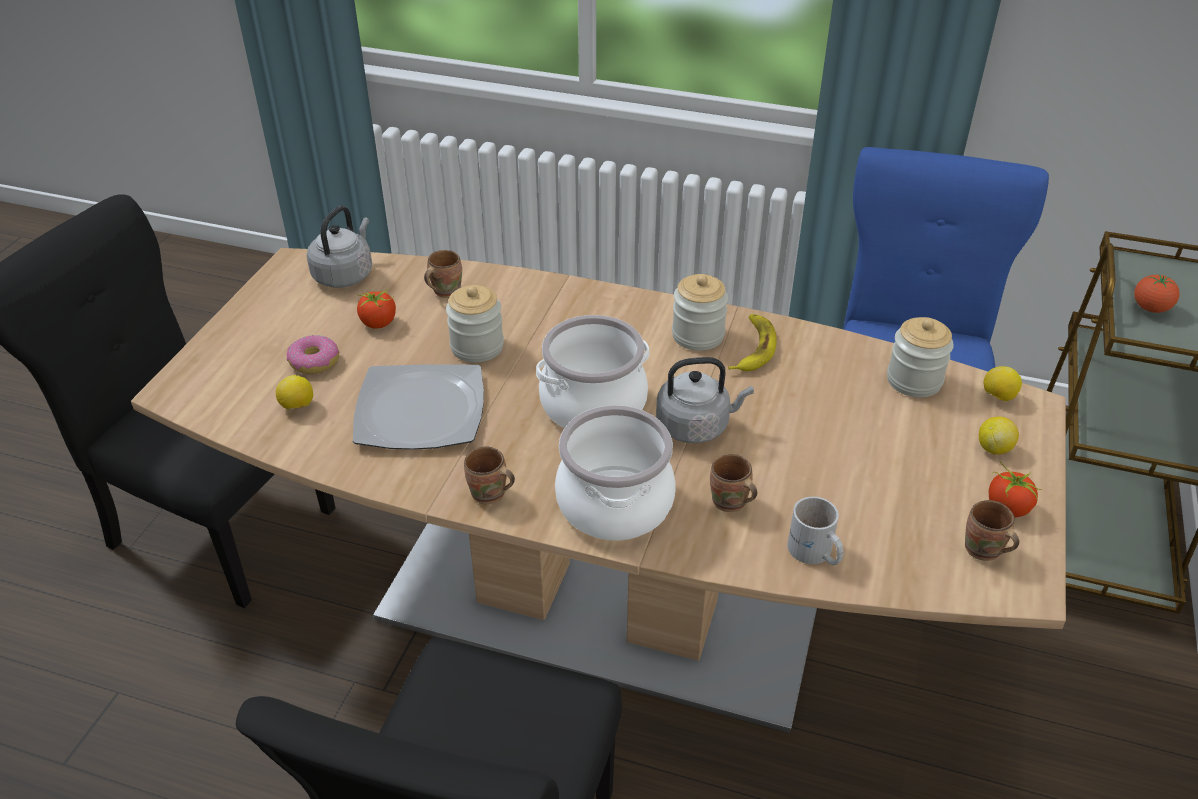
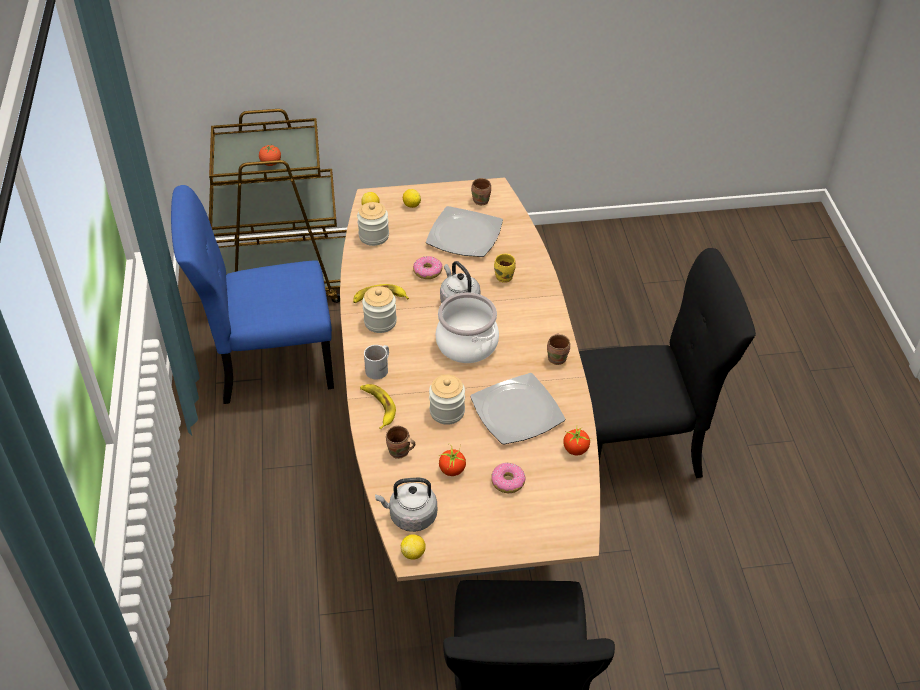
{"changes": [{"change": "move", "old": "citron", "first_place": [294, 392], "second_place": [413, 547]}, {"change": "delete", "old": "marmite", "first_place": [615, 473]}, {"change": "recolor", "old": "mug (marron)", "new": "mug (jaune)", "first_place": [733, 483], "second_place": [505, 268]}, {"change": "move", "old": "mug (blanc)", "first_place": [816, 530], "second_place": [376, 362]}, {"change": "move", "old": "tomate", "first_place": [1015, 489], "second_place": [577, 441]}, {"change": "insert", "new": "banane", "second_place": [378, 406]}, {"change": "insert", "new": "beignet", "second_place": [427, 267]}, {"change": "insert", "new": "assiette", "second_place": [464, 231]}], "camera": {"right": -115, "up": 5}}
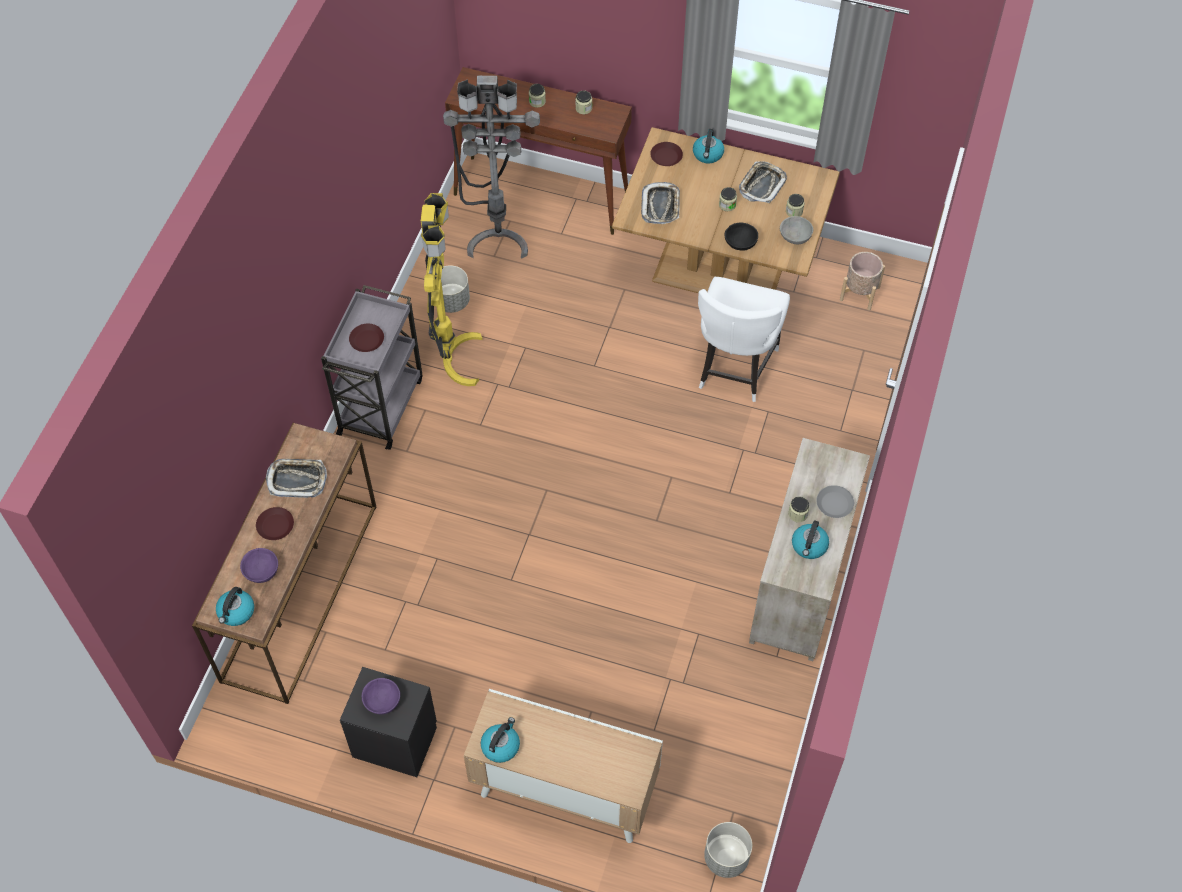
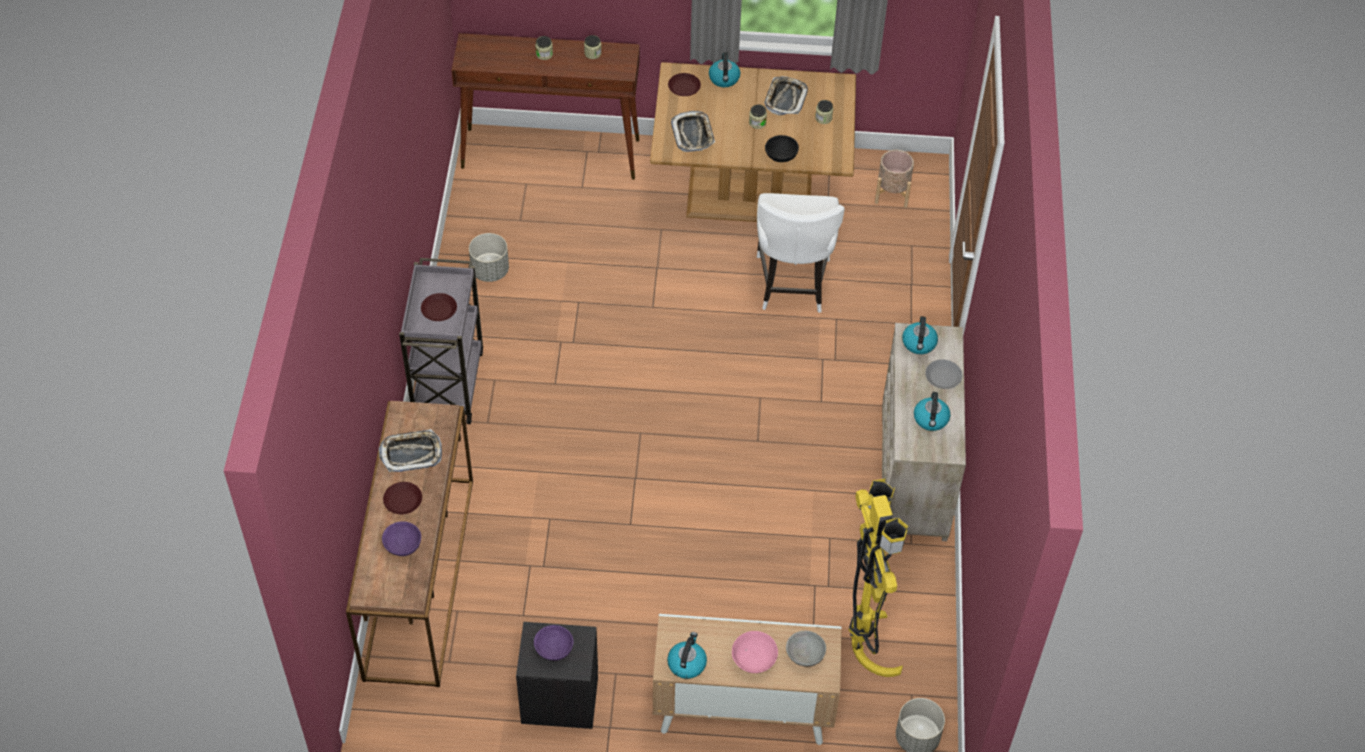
{"changes": [{"change": "move", "old": "bouilloire", "first_place": [235, 606], "second_place": [920, 335]}, {"change": "move", "old": "lampadaire (jaune)", "first_place": [451, 289], "second_place": [878, 577]}, {"change": "delete", "old": "lampadaire (gris)", "first_place": [491, 167]}, {"change": "move", "old": "bol (gris)", "first_place": [796, 230], "second_place": [806, 649]}, {"change": "delete", "old": "bocal", "first_place": [799, 509]}, {"change": "insert", "new": "bol (rose)", "second_place": [755, 652]}], "camera": {"right": -15, "up": -5}}
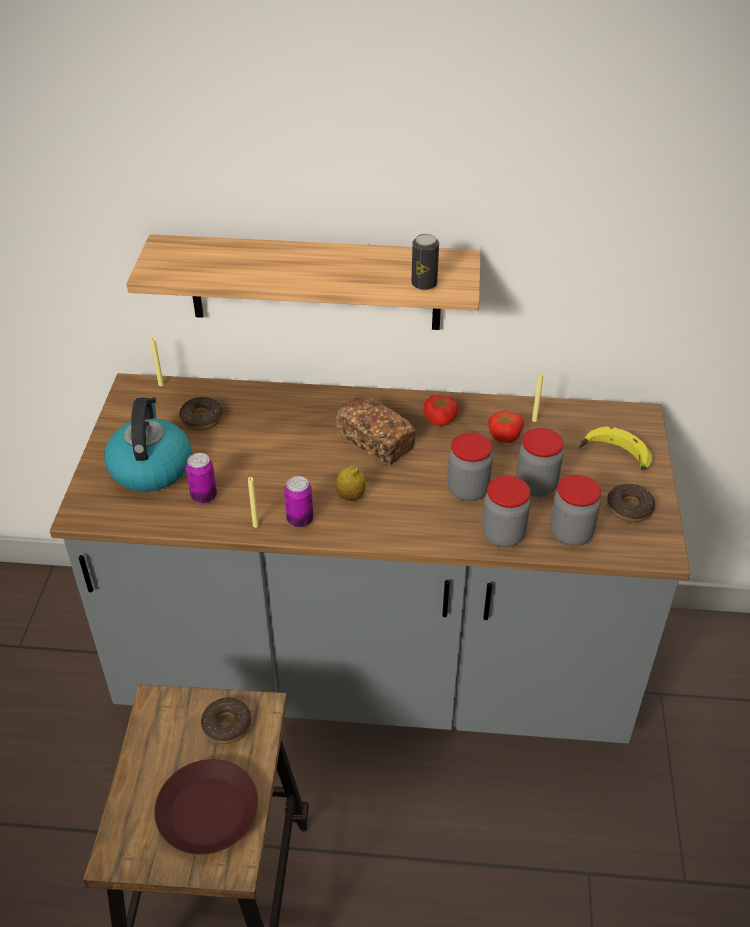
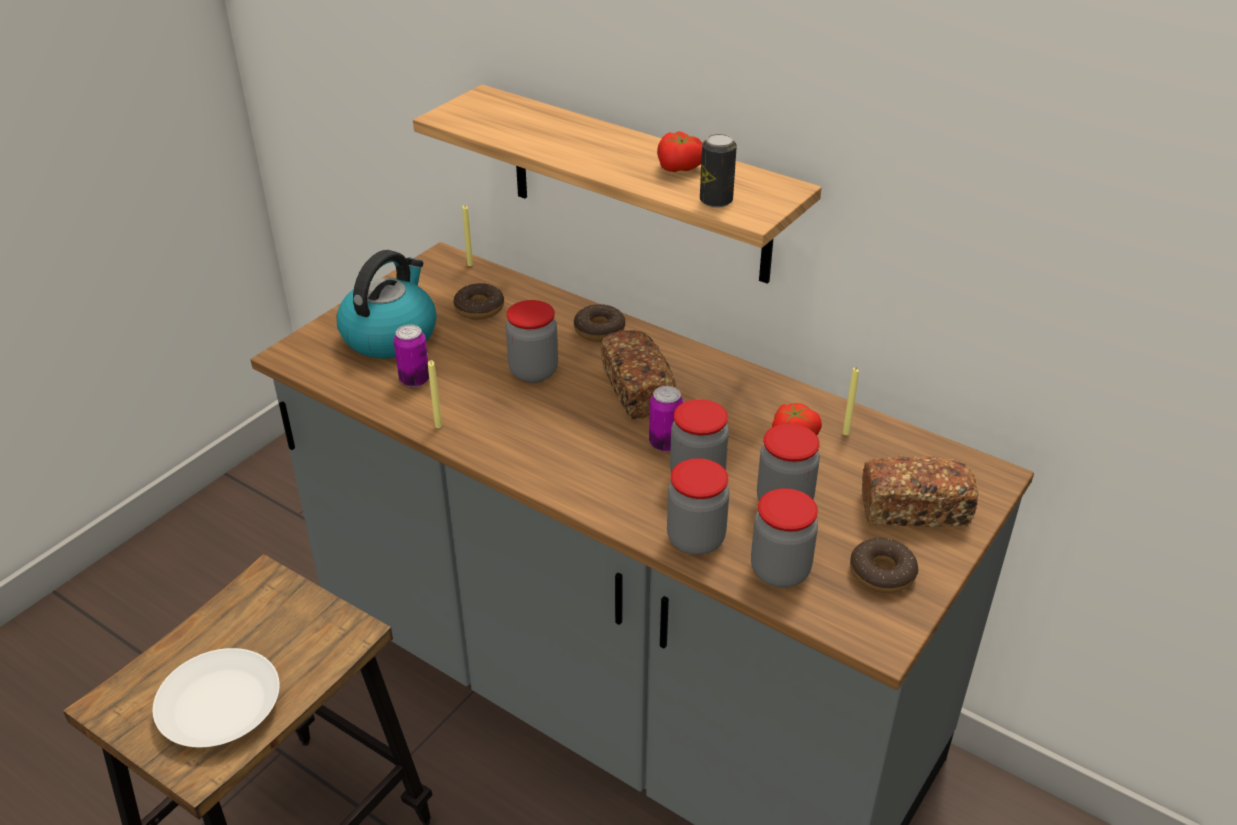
{"changes": [{"change": "recolor", "old": "assiette (marron)", "new": "assiette (blanc)", "first_place": [206, 807], "second_place": [216, 697]}, {"change": "move", "old": "beignet", "first_place": [226, 721], "second_place": [599, 323]}, {"change": "move", "old": "boîte métallique", "first_place": [298, 501], "second_place": [666, 419]}, {"change": "delete", "old": "citron", "first_place": [350, 483]}, {"change": "move", "old": "tomate", "first_place": [441, 410], "second_place": [679, 151]}, {"change": "replace", "old": "banane", "new": "pain", "first_place": [615, 448], "second_place": [920, 491]}, {"change": "insert", "new": "bocal", "second_place": [532, 341]}], "camera": {"right": 30, "up": -5}}
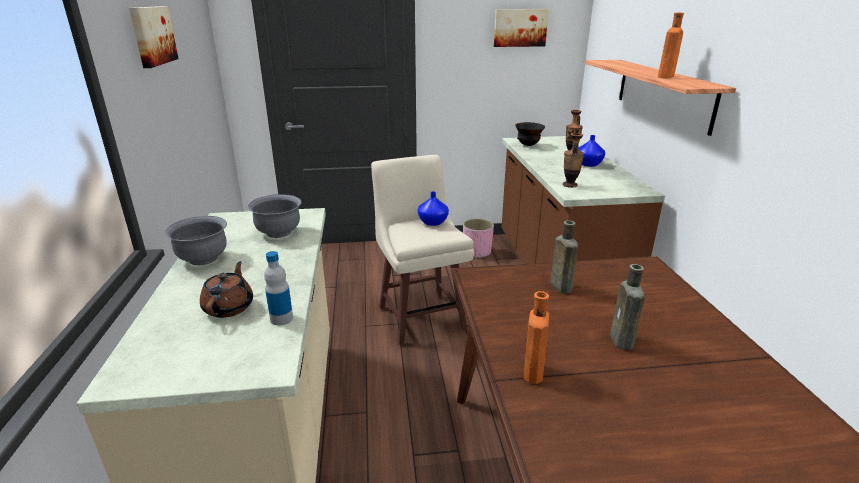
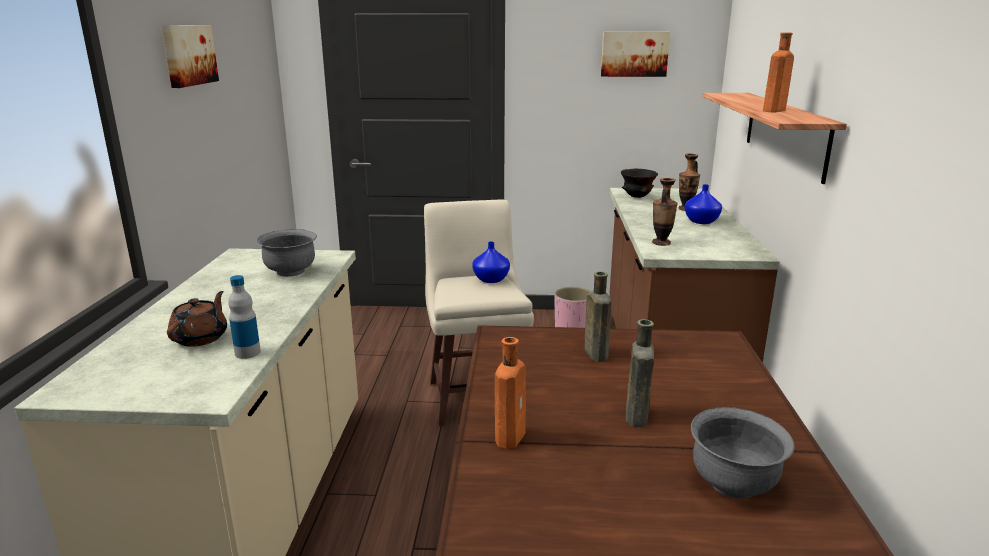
{"changes": [{"change": "move", "old": "bol (gris)", "first_place": [195, 240], "second_place": [743, 453]}], "camera": {"right": 10, "up": -5}}
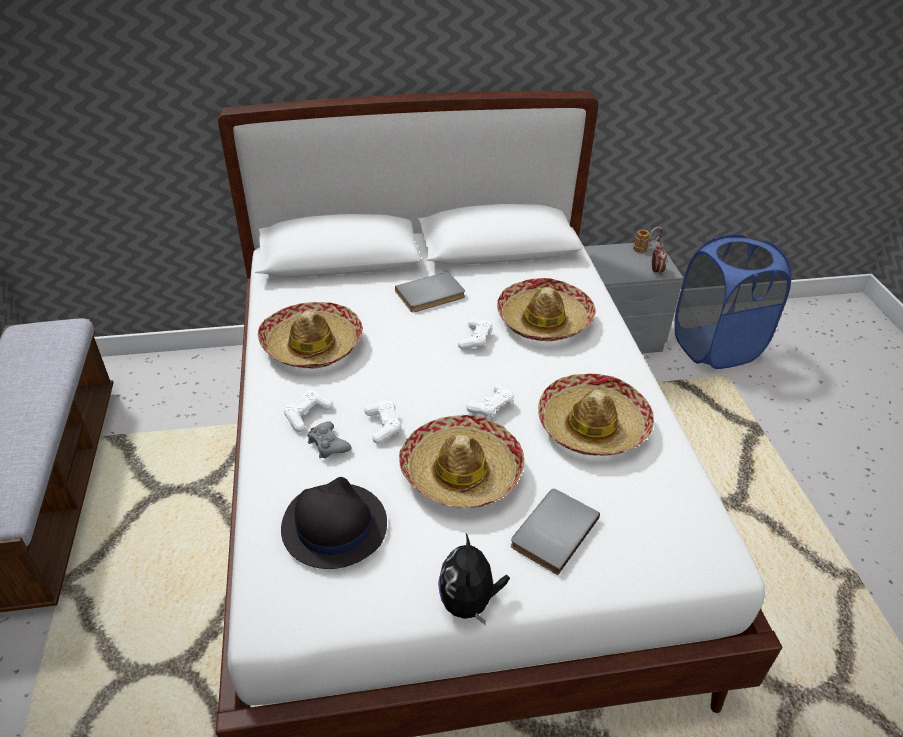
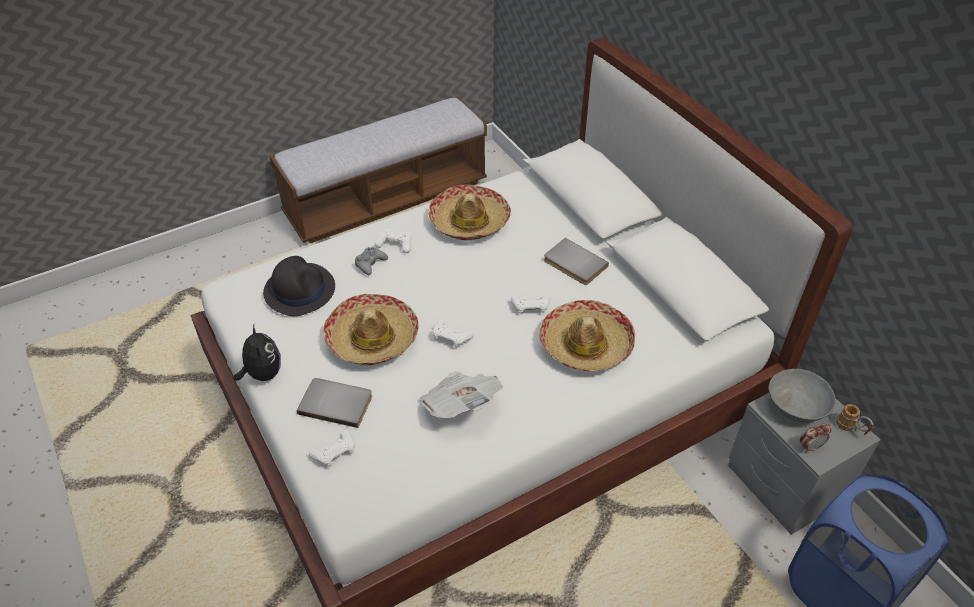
{"changes": [{"change": "move", "old": "manette (blanc)", "first_place": [383, 422], "second_place": [332, 448]}, {"change": "rotate", "old": "peluche", "first_place": [474, 579], "second_place": [257, 353], "degrees": 90}, {"change": "replace", "old": "chapeau", "new": "journal", "first_place": [596, 415], "second_place": [462, 394]}, {"change": "insert", "new": "bol (gris)", "second_place": [802, 395]}], "camera": {"right": 70, "up": 5}}
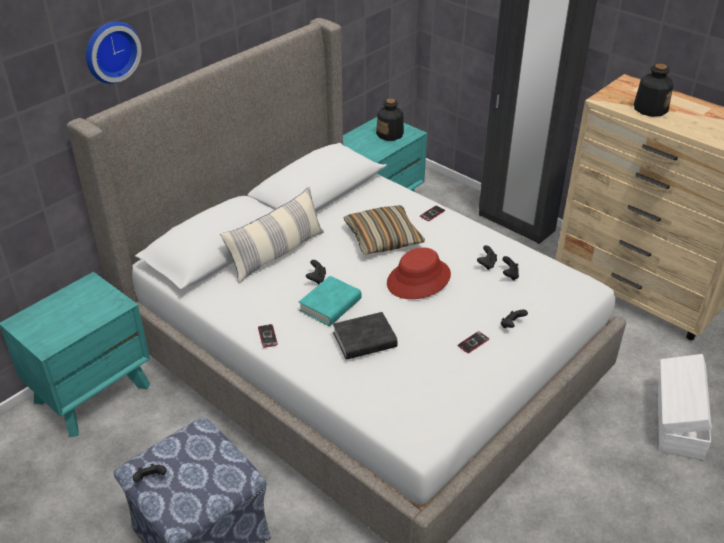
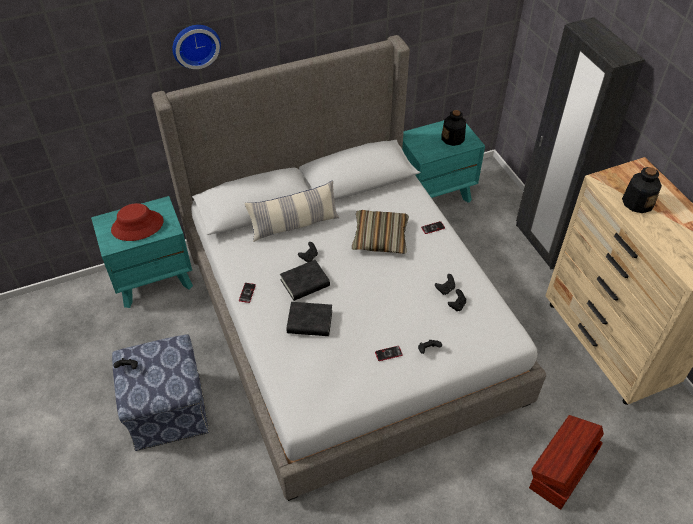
{"changes": [{"change": "recolor", "old": "livre (turquoise)", "new": "livre (noir)", "first_place": [330, 301], "second_place": [305, 280]}, {"change": "move", "old": "chapeau (rouge)", "first_place": [419, 273], "second_place": [137, 222]}, {"change": "recolor", "old": "boîte de rangement (blanc)", "new": "boîte de rangement (marron)", "first_place": [685, 407], "second_place": [566, 462]}], "camera": {"right": 25, "up": 10}}
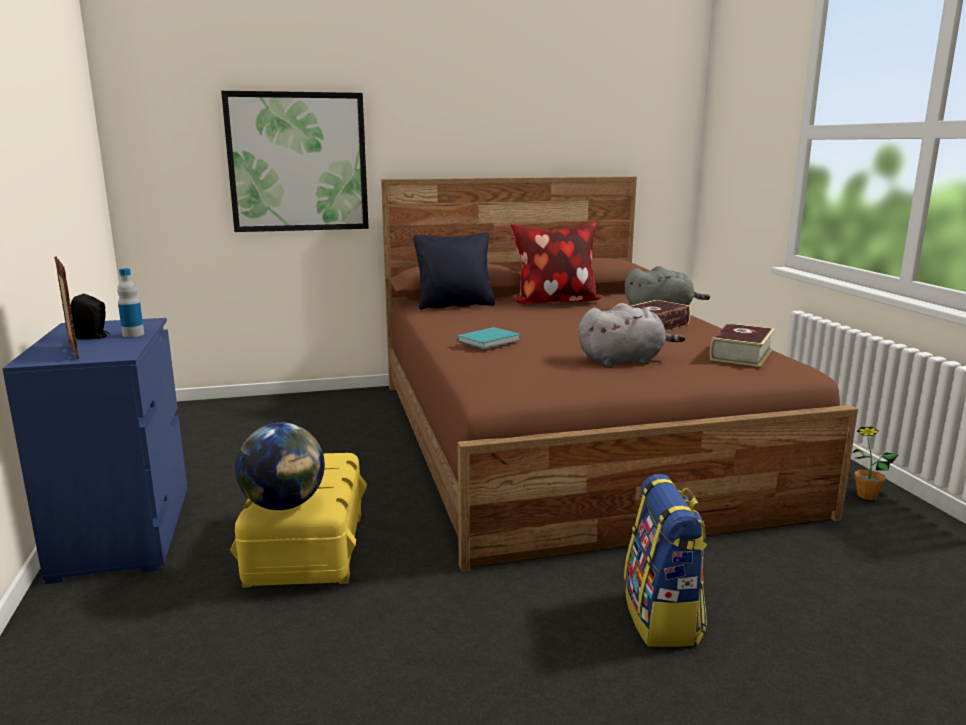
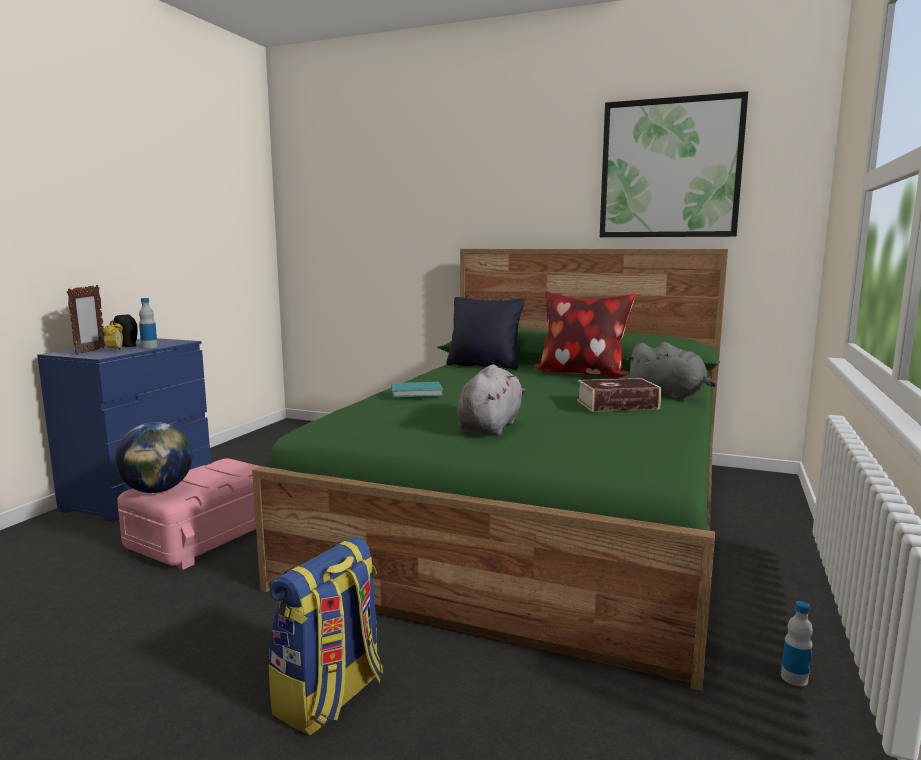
{"changes": [{"change": "move", "old": "tableau", "first_place": [295, 161], "second_place": [674, 164]}, {"change": "recolor", "old": "boîte de rangement (jaune)", "new": "boîte de rangement (rose)", "first_place": [298, 520], "second_place": [188, 514]}, {"change": "recolor", "old": "lit (marron)", "new": "lit (vert)", "first_place": [619, 374], "second_place": [490, 470]}, {"change": "rotate", "old": "peluche (gris)", "first_place": [632, 335], "second_place": [491, 400], "degrees": -90}, {"change": "delete", "old": "livre", "first_place": [742, 345]}, {"change": "replace", "old": "plante en pot", "new": "bouteille", "first_place": [875, 463], "second_place": [797, 643]}, {"change": "insert", "new": "réveil", "second_place": [113, 336]}], "camera": {"right": 35, "up": -5}}
